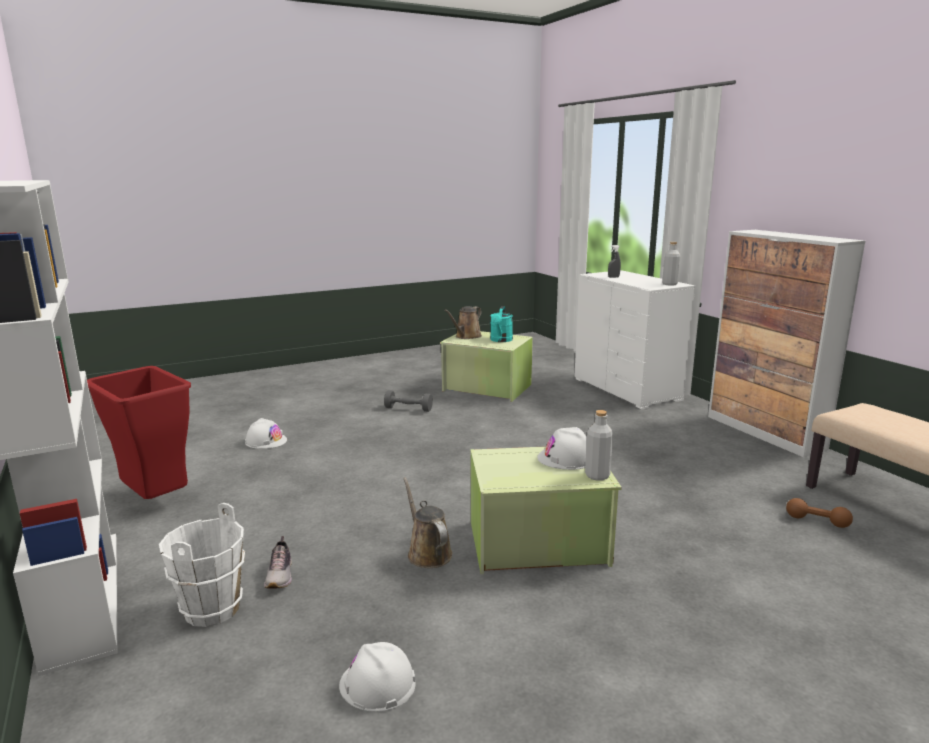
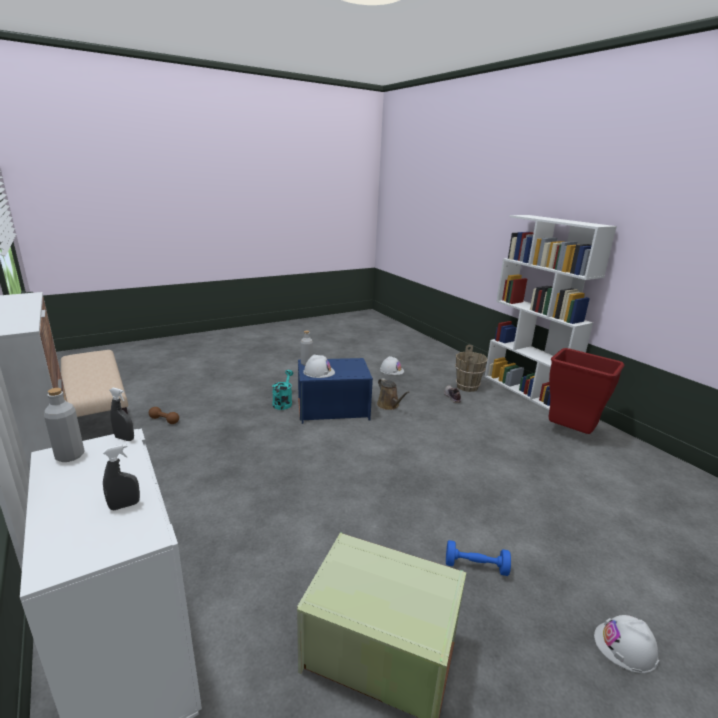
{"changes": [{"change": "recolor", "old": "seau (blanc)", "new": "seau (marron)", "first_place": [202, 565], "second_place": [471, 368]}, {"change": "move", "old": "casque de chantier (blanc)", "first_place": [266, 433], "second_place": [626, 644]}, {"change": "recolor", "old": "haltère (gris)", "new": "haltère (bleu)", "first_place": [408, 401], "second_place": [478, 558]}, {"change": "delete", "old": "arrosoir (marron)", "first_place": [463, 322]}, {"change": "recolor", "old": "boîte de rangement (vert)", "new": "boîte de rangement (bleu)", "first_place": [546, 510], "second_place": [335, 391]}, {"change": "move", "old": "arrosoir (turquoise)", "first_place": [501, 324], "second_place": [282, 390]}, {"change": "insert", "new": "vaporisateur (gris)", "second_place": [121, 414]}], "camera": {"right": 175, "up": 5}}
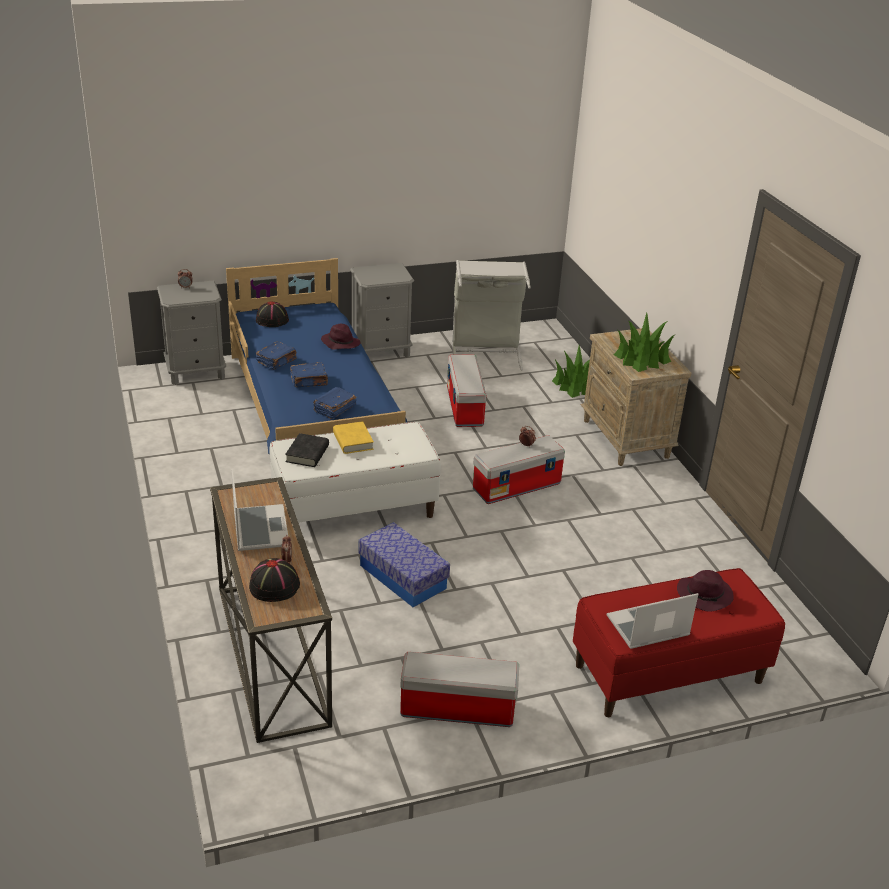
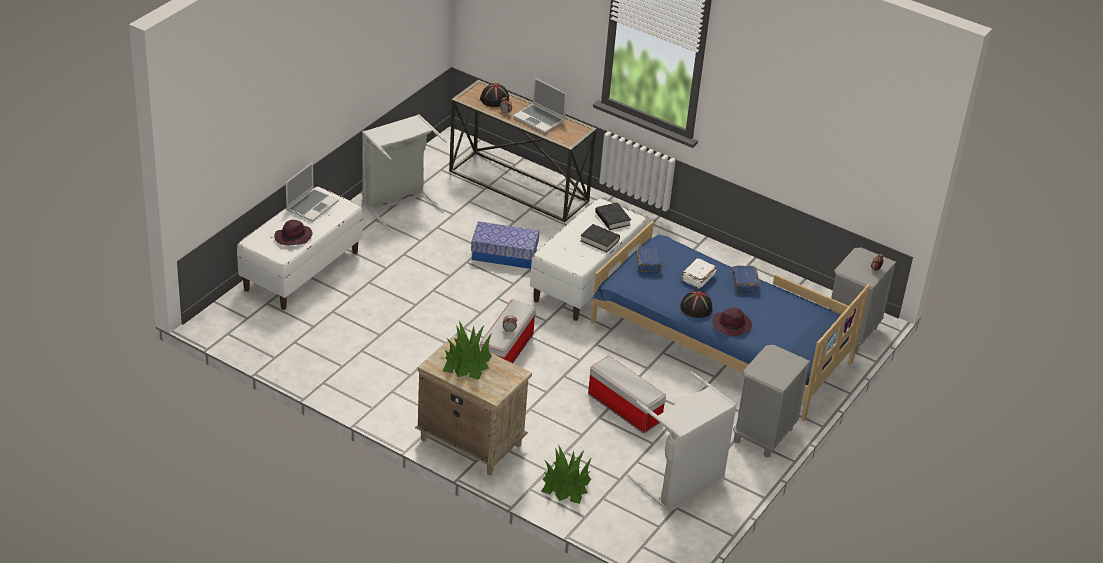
{"changes": [{"change": "move", "old": "chapeau (noir)", "first_place": [272, 314], "second_place": [696, 304]}, {"change": "recolor", "old": "livre (bleu)", "new": "livre (blanc)", "first_place": [309, 374], "second_place": [699, 274]}, {"change": "recolor", "old": "livre (jaune)", "new": "livre (noir)", "first_place": [353, 437], "second_place": [600, 238]}, {"change": "replace", "old": "boîte de rangement", "new": "panier à linge (gris)", "first_place": [459, 689], "second_place": [404, 172]}, {"change": "recolor", "old": "banc (rouge)", "new": "banc (blanc)", "first_place": [679, 642], "second_place": [300, 248]}], "camera": {"right": 140, "up": 5}}
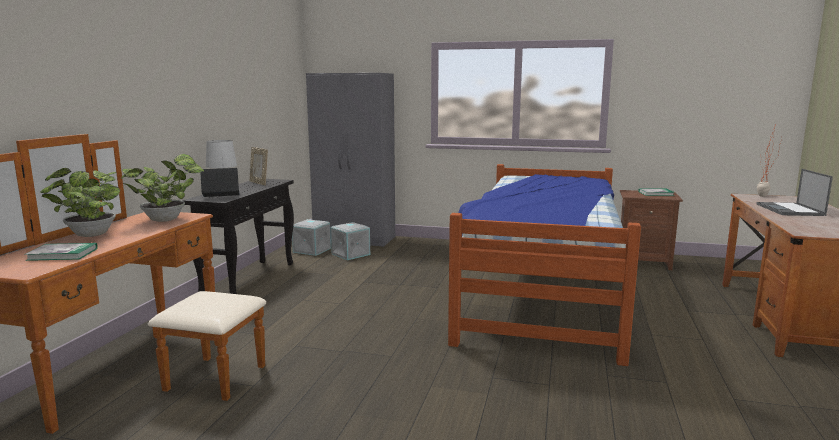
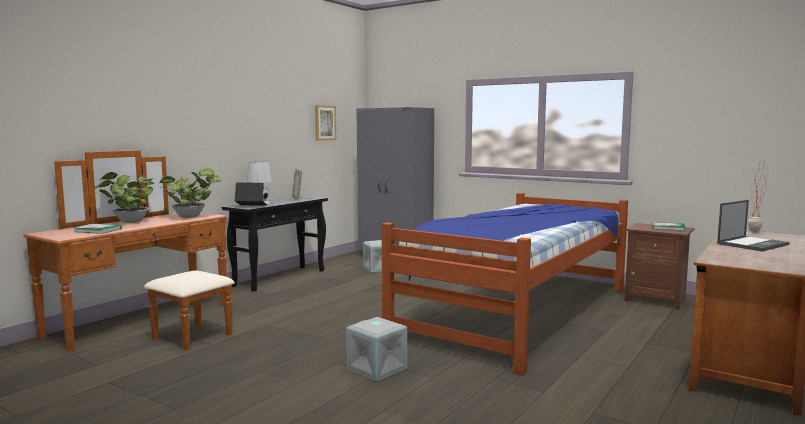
{"changes": [{"change": "move", "old": "boîte de rangement (gris)", "first_place": [311, 237], "second_place": [376, 349]}, {"change": "rotate", "old": "ordinateur portable", "first_place": [795, 192], "second_place": [753, 225], "degrees": -150}, {"change": "insert", "new": "tableau", "second_place": [325, 123]}], "camera": {"right": 20, "up": -5}}
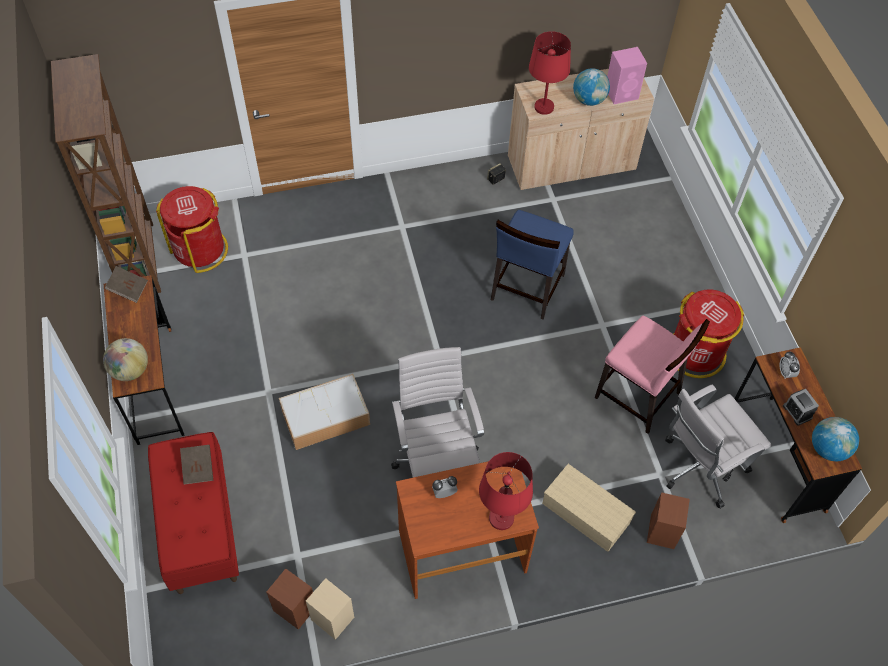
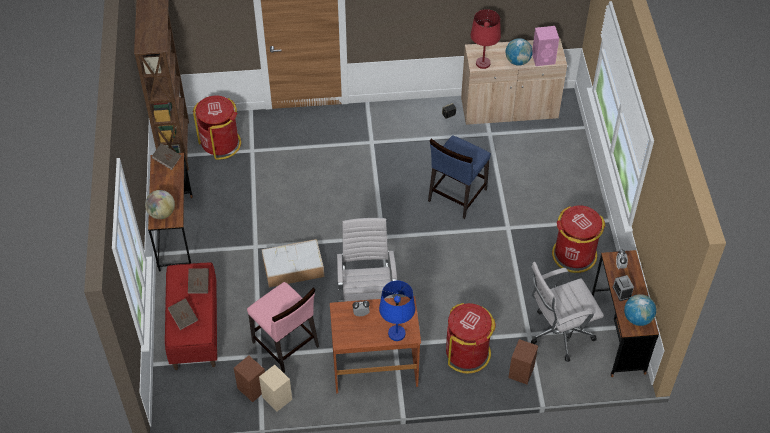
{"changes": [{"change": "recolor", "old": "lampe de table (rouge)", "new": "lampe de table (bleu)", "first_place": [506, 491], "second_place": [397, 311]}, {"change": "replace", "old": "boîte de rangement (beige)", "new": "poubelle (rouge)", "first_place": [589, 508], "second_place": [471, 338]}, {"change": "move", "old": "chaise (rose)", "first_place": [652, 375], "second_place": [283, 327]}, {"change": "insert", "new": "livre (marron)", "second_place": [183, 314]}], "camera": {"right": 10, "up": -5}}
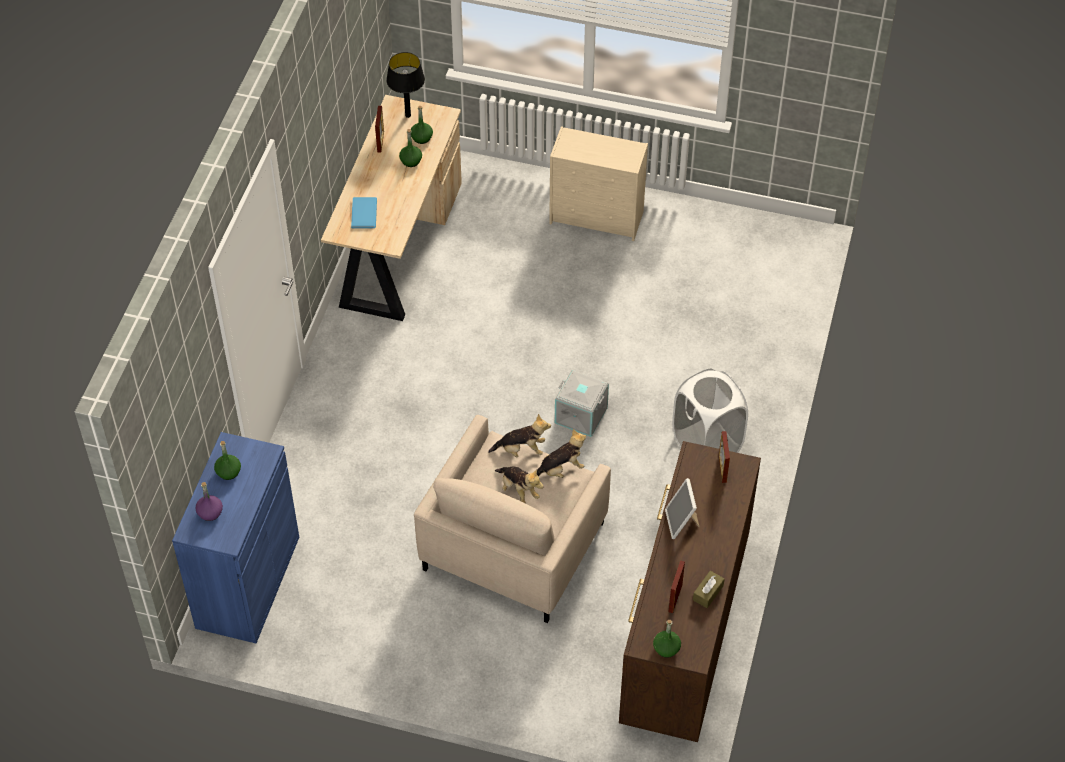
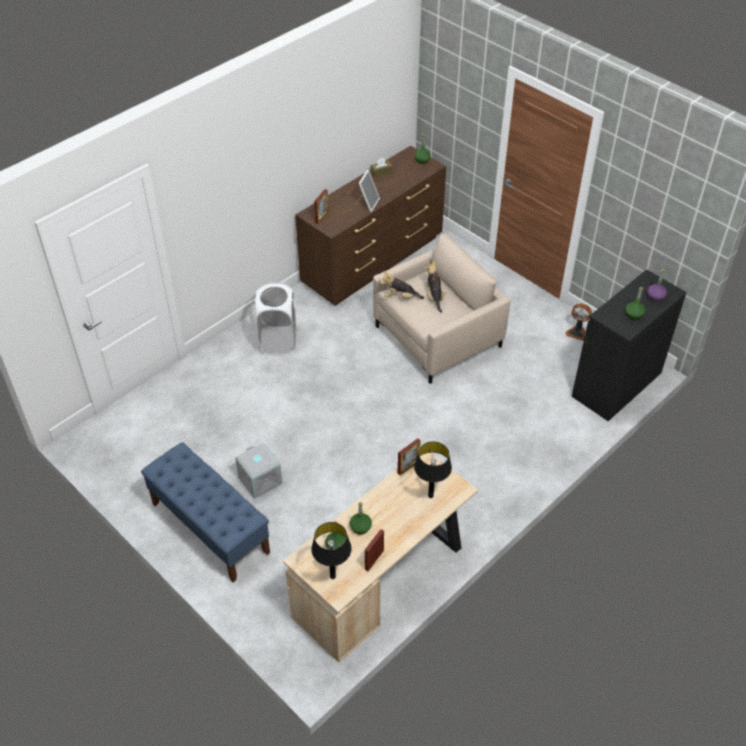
{"changes": [{"change": "recolor", "old": "meuble de rangement (bleu)", "new": "meuble de rangement (noir)", "first_place": [235, 537], "second_place": [629, 345]}, {"change": "replace", "old": "livre (bleu)", "new": "lampe de table (noir)", "first_place": [364, 213], "second_place": [433, 469]}, {"change": "delete", "old": "peluche", "first_place": [519, 435]}, {"change": "replace", "old": "commode (beige)", "new": "banc (bleu)", "first_place": [598, 183], "second_place": [205, 512]}, {"change": "move", "old": "boîte de rangement (gris)", "first_place": [582, 403], "second_place": [259, 471]}, {"change": "move", "old": "cadre photo", "first_place": [676, 586], "second_place": [409, 456]}, {"change": "insert", "new": "ventilateur", "second_place": [578, 322]}], "camera": {"right": -150, "up": -5}}
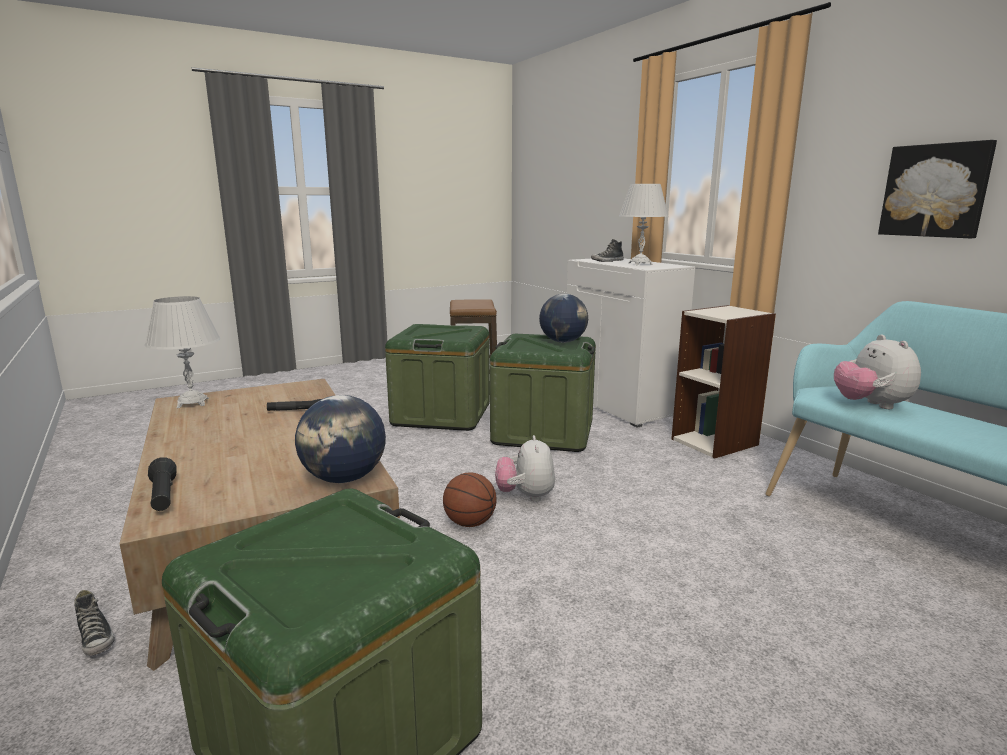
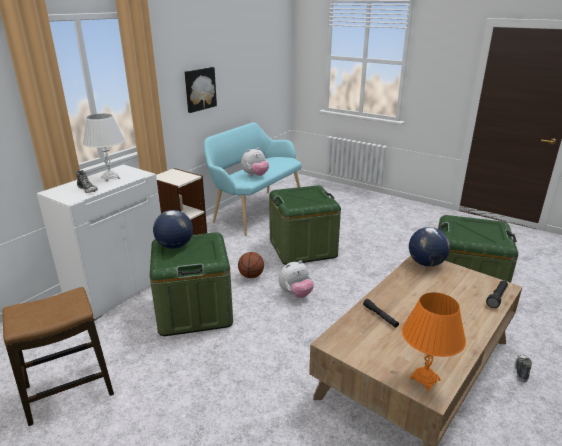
{"changes": [{"change": "recolor", "old": "lampe de table (blanc)", "new": "lampe de table (orange)", "first_place": [183, 352], "second_place": [434, 341]}, {"change": "move", "old": "boîte de rangement (vert)", "first_place": [437, 377], "second_place": [305, 225]}, {"change": "move", "old": "ballon de basket", "first_place": [469, 500], "second_place": [251, 265]}], "camera": {"right": -115, "up": 10}}
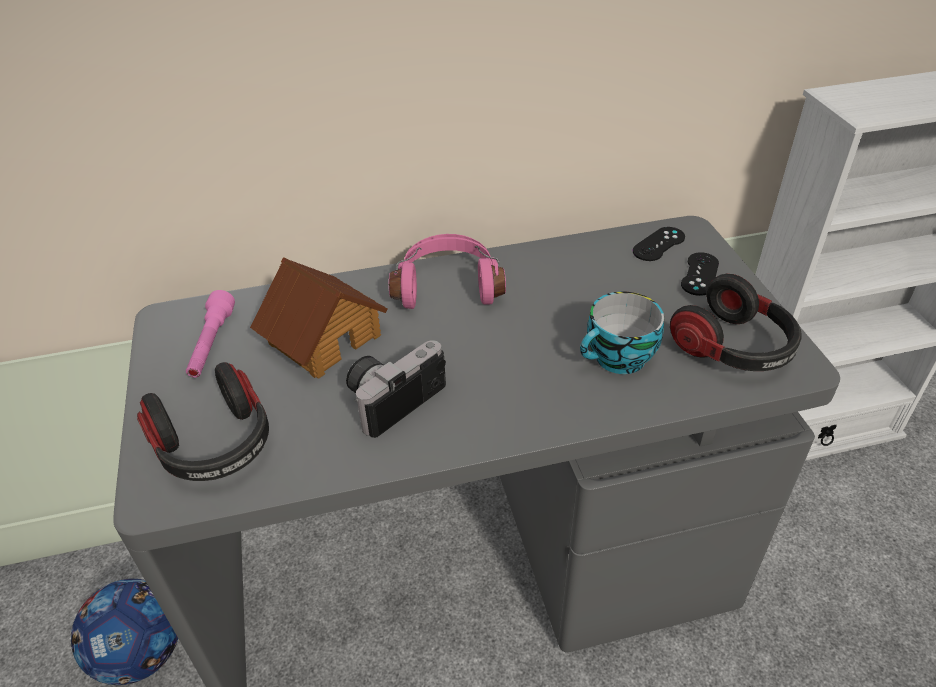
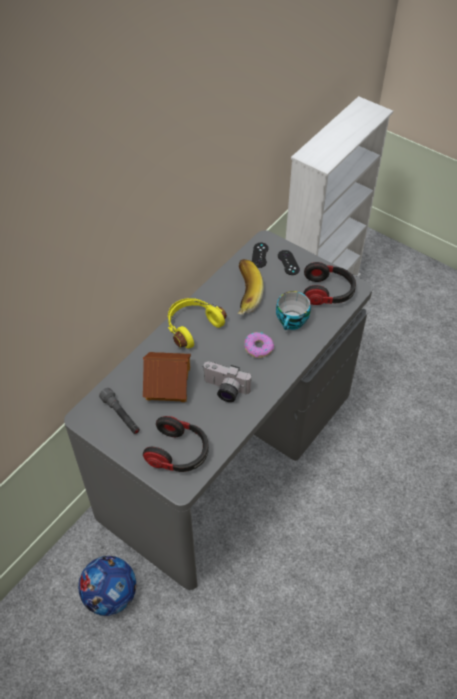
{"changes": [{"change": "recolor", "old": "lampe de poche (rose)", "new": "lampe de poche (gris)", "first_place": [210, 334], "second_place": [119, 411]}, {"change": "rotate", "old": "appareil photo", "first_place": [396, 389], "second_place": [227, 381], "degrees": -75}, {"change": "recolor", "old": "casque audio (rose)", "new": "casque audio (jaune)", "first_place": [447, 271], "second_place": [197, 323]}, {"change": "insert", "new": "banane", "second_place": [251, 286]}, {"change": "insert", "new": "beignet", "second_place": [259, 345]}], "camera": {"right": -40, "up": 10}}
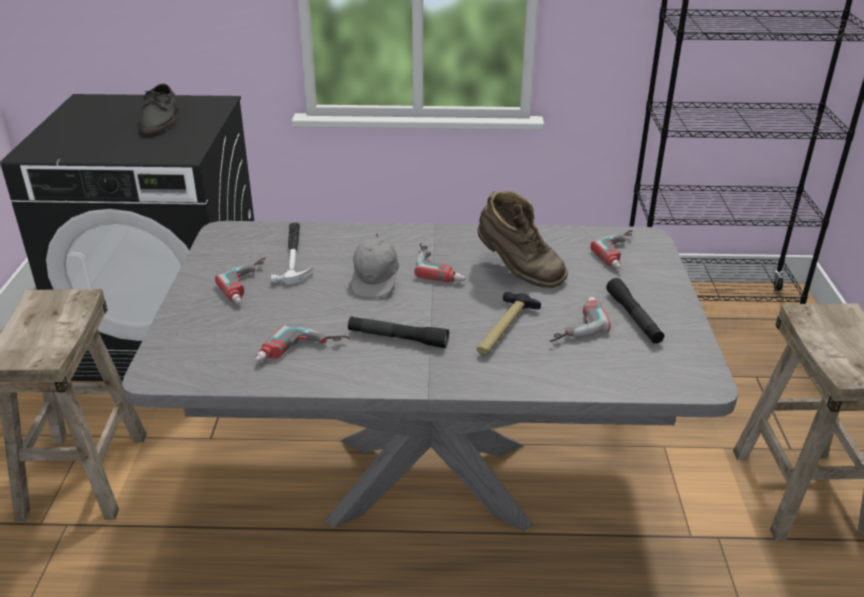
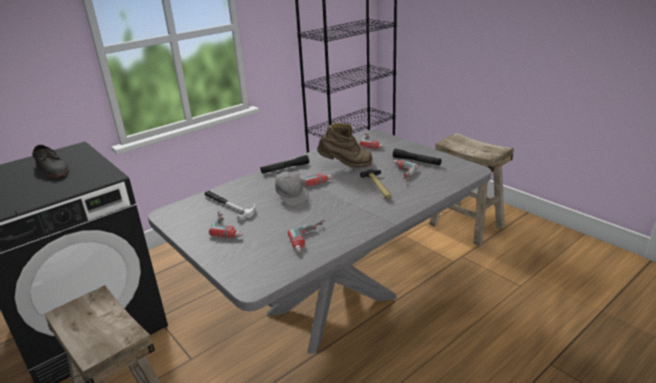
{"changes": [{"change": "move", "old": "lampe de poche (noir)", "first_place": [398, 332], "second_place": [285, 164]}], "camera": {"right": -40, "up": -5}}
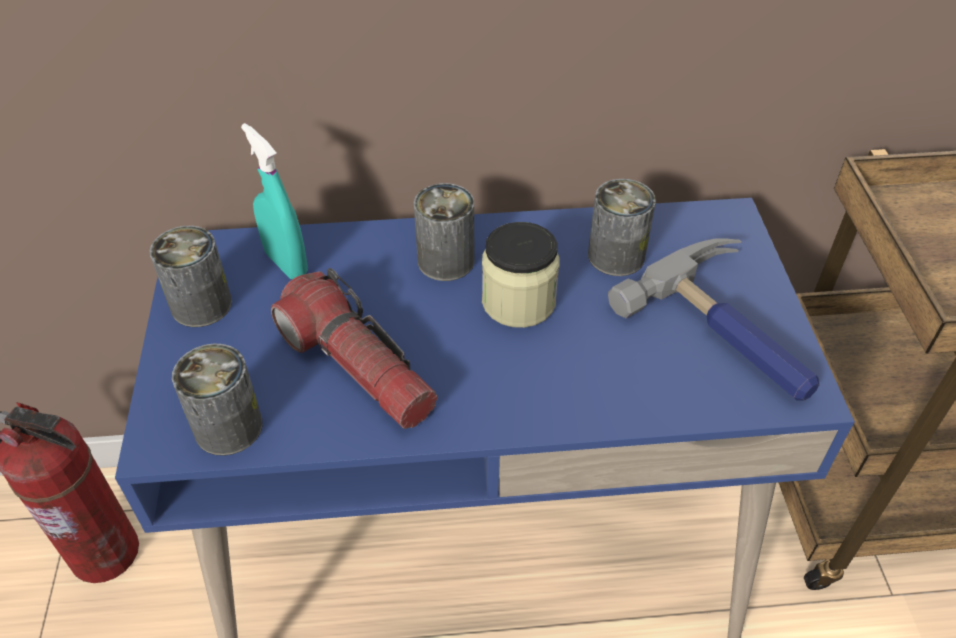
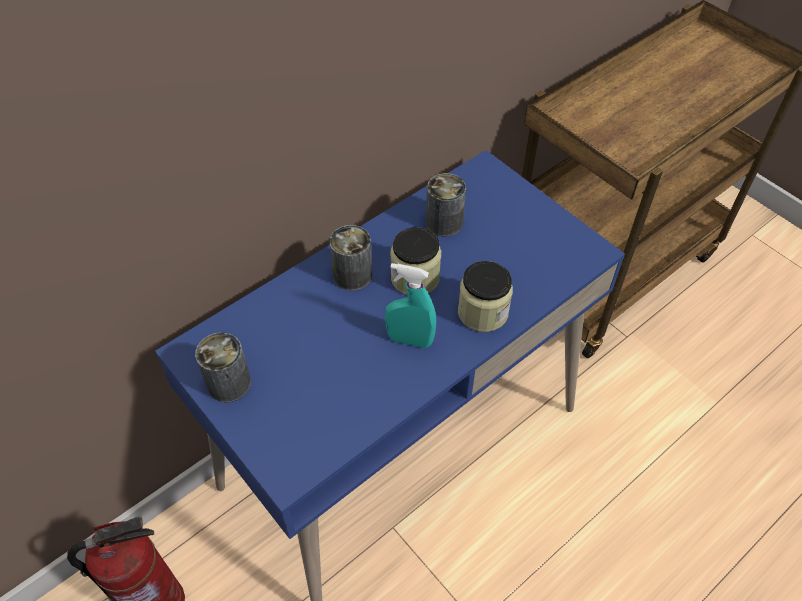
{"changes": [{"change": "delete", "old": "boîte métallique", "first_place": [217, 399]}, {"change": "move", "old": "vaporisateur (turquoise)", "first_place": [274, 201], "second_place": [410, 305]}, {"change": "delete", "old": "lampe de poche", "first_place": [354, 348]}, {"change": "delete", "old": "marteau", "first_place": [713, 319]}, {"change": "insert", "new": "bocal", "second_place": [485, 296]}], "camera": {"right": -35, "up": 5}}
